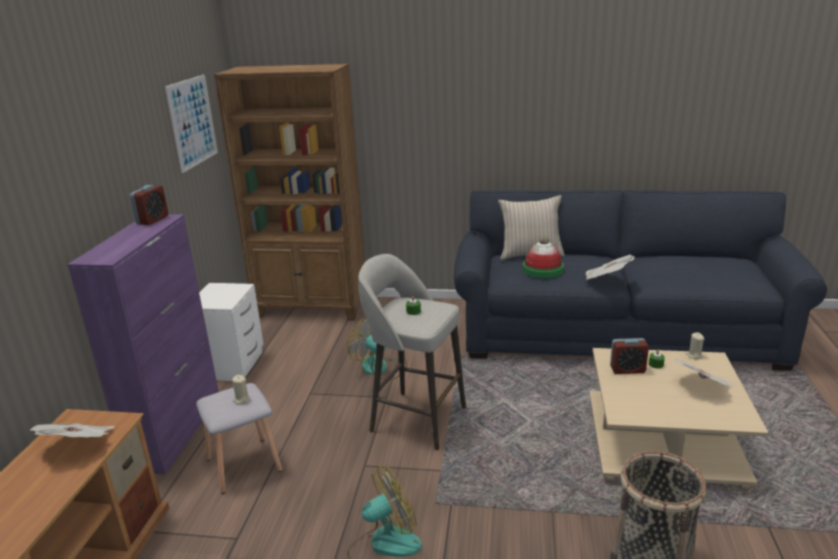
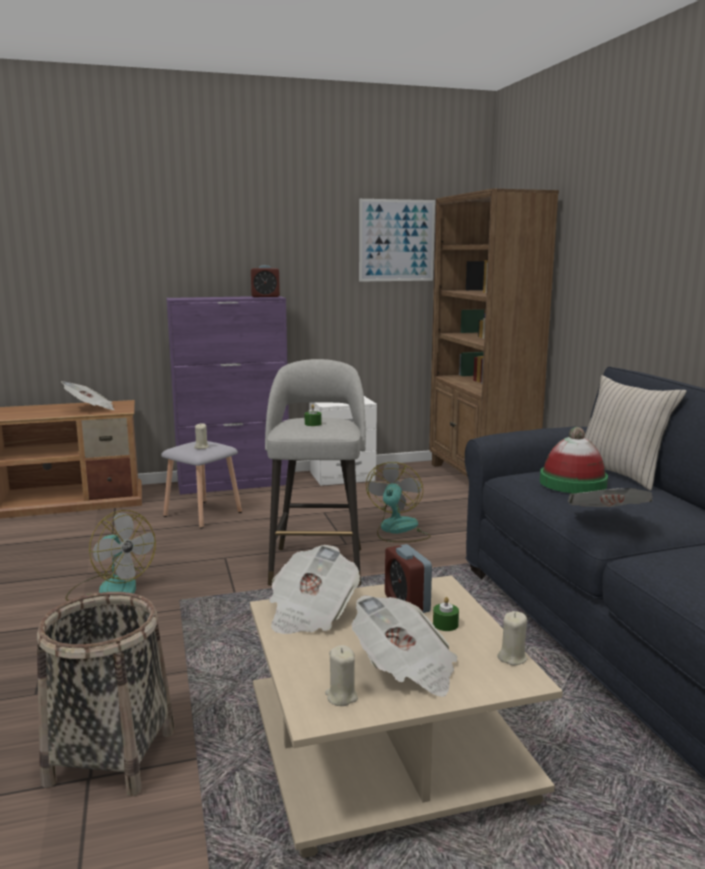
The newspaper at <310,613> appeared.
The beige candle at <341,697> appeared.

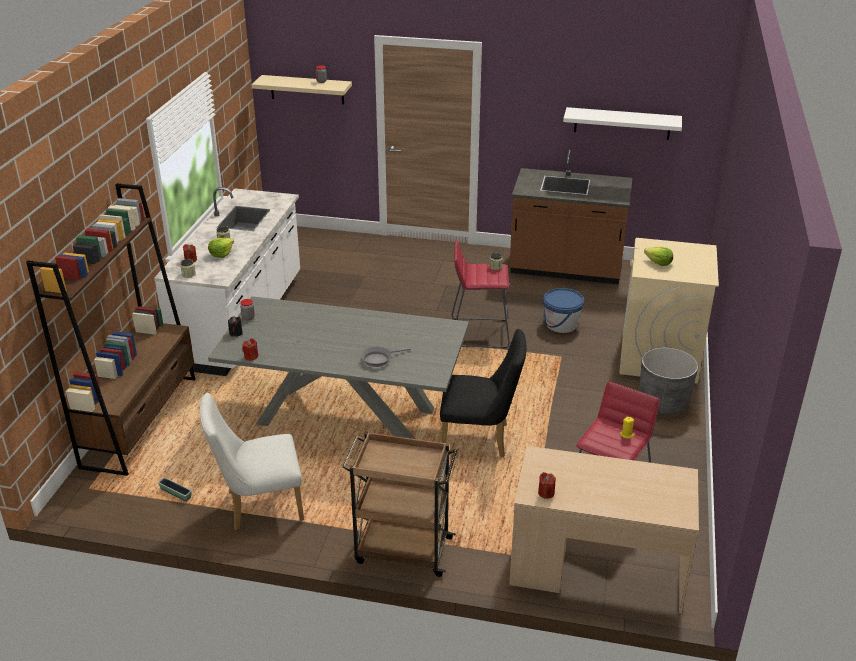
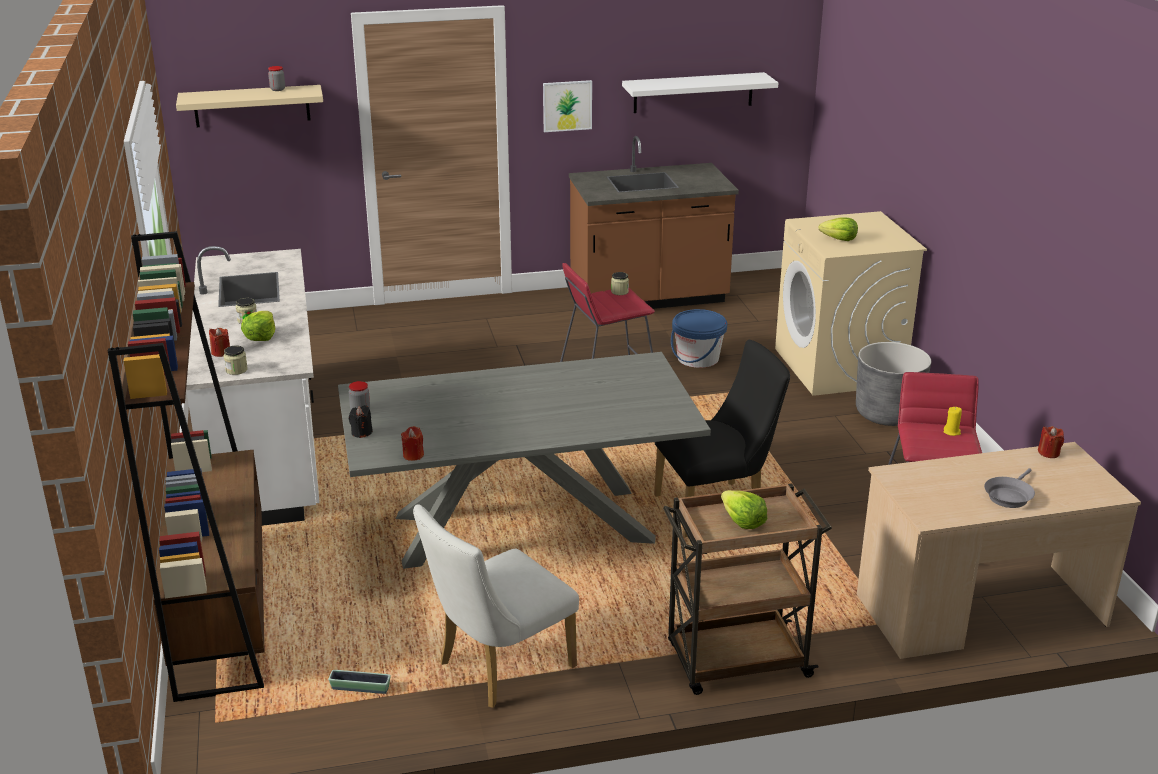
The picture at <567,106> appeared.
The lettuce at <742,521> appeared.
The grey frying pan moved from <378,359> to <1009,496>.
The red candle moved from <546,493> to <1048,453>.

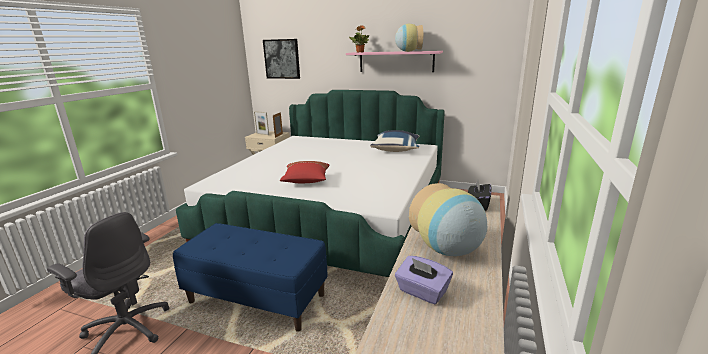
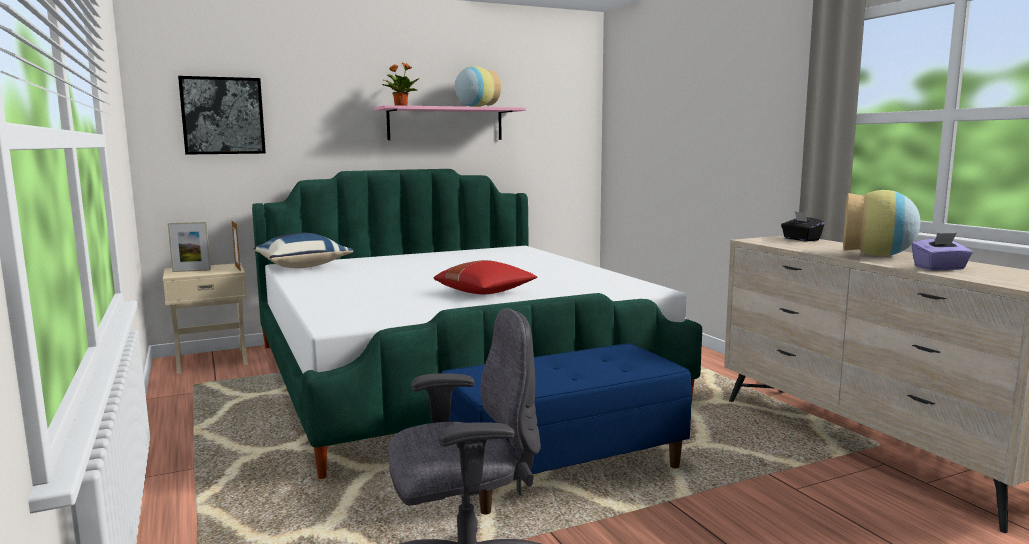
The blue pillow moved from <396,150> to <303,266>.

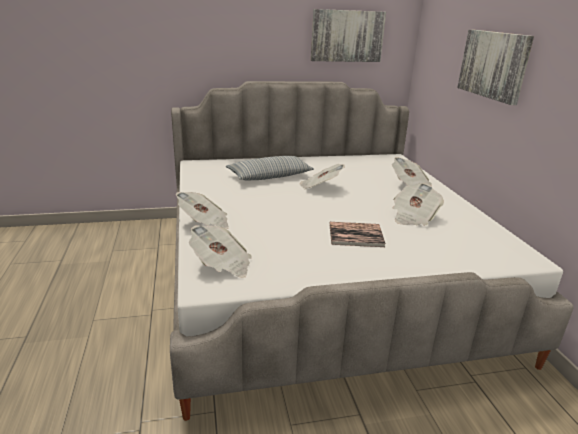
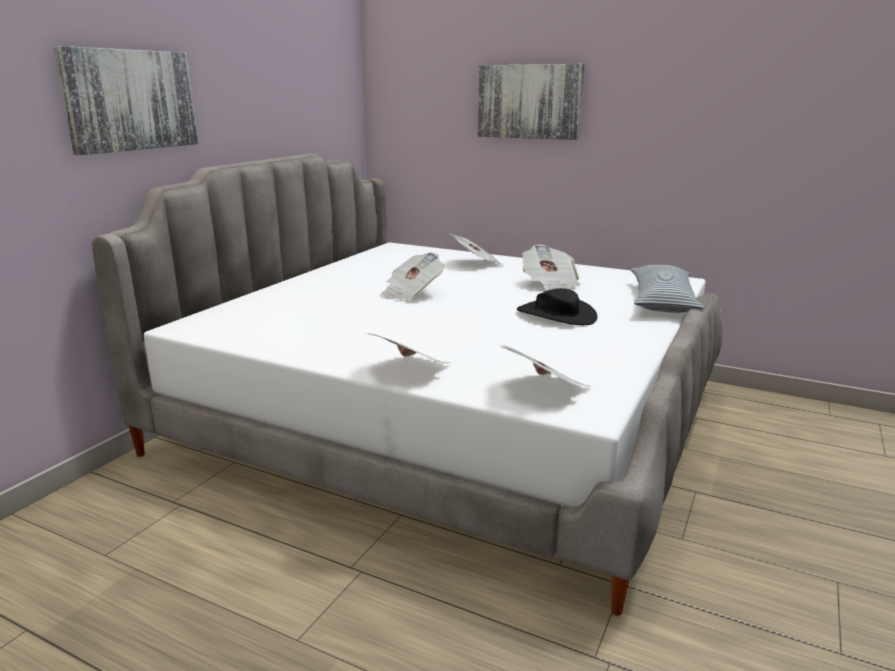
The picture moved from <347,36> to <130,100>.
The book at <356,235> was replaced by the black hat at <556,315>.
The pillow moved from <270,176> to <662,301>.

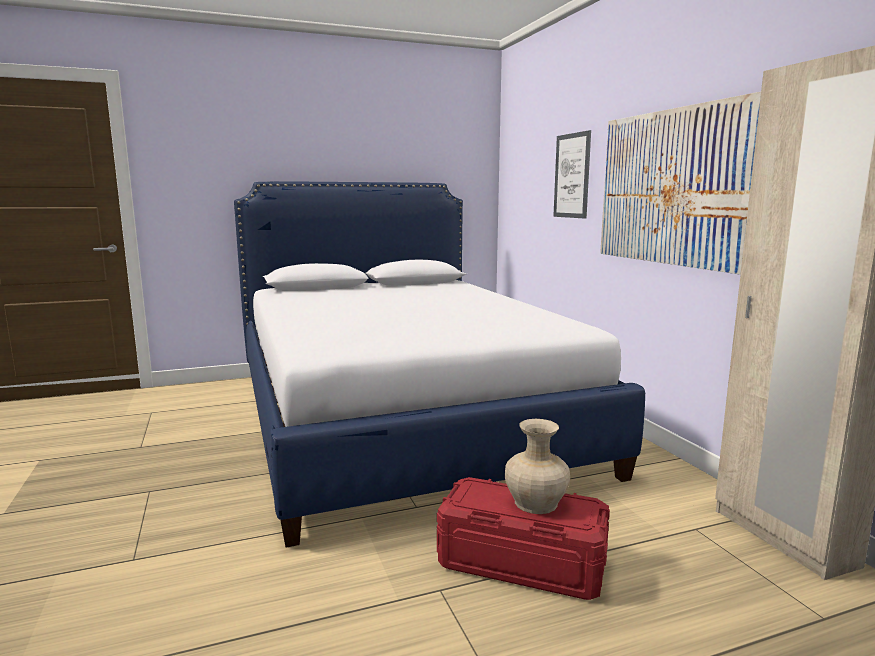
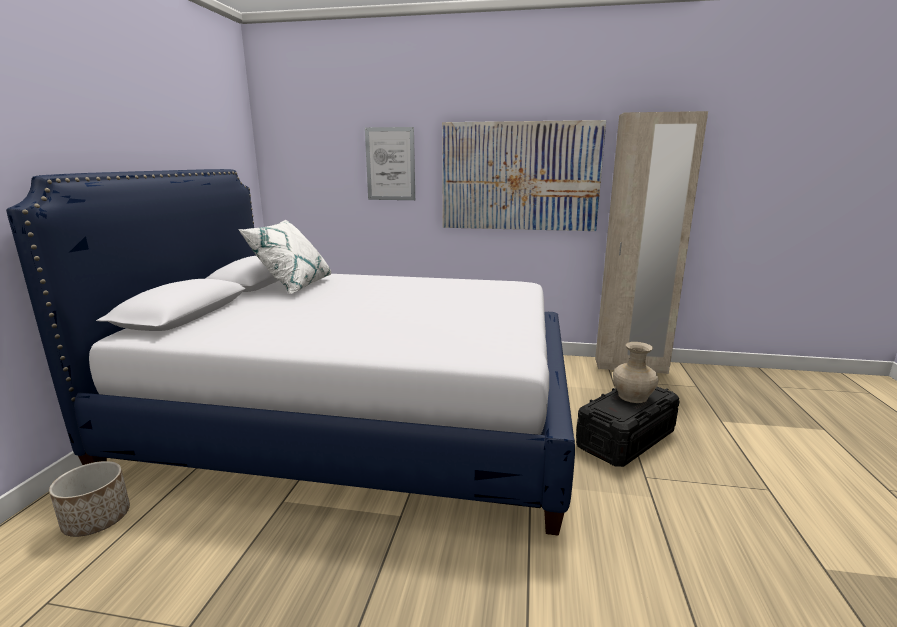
The planter at <97,519> appeared.
The white pillow at <293,286> appeared.
The red storage box at <522,563> became the black storage box at <626,439>.

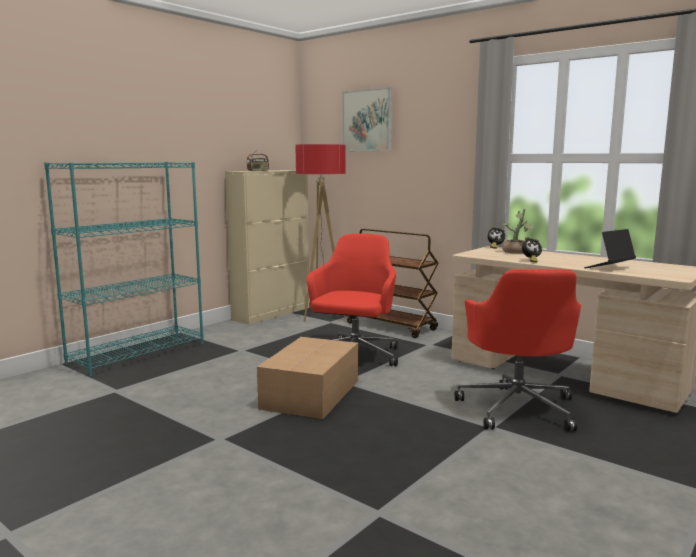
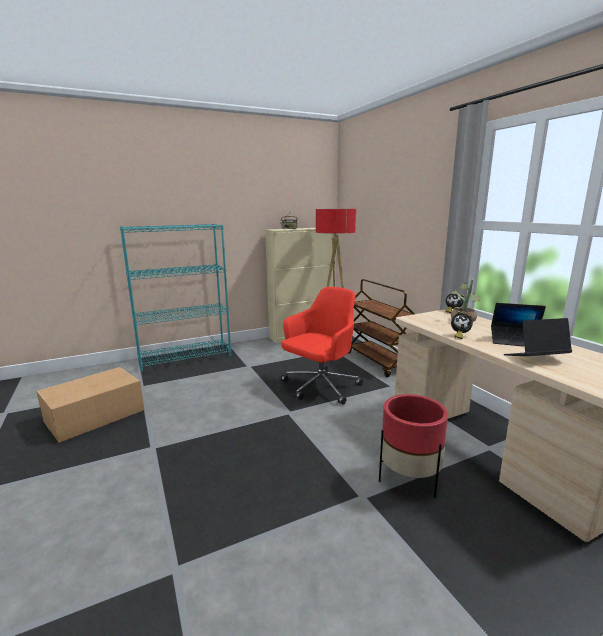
The cardboard box moved from <312,393> to <96,415>.
The red office chair at <517,407> was replaced by the red planter at <409,479>.
The laptop at <515,341> appeared.
The picture at <367,120> disappeared.

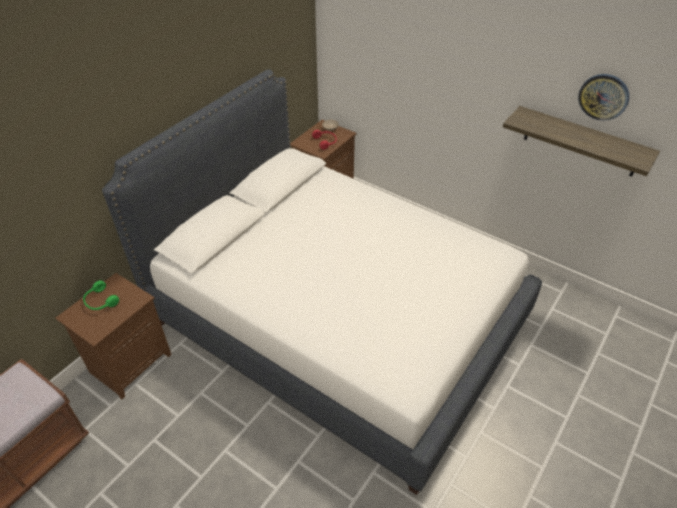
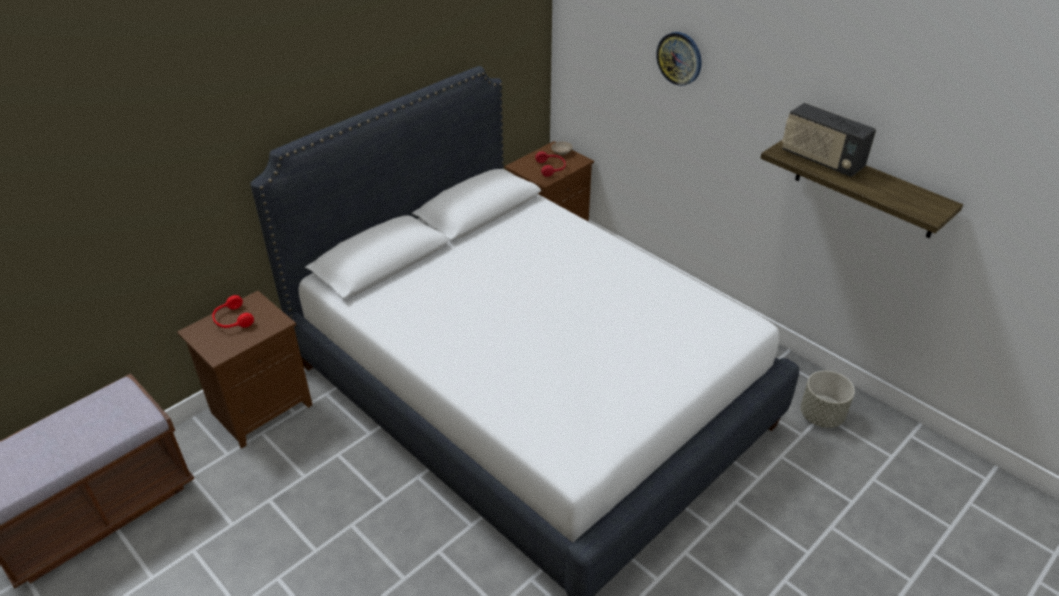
The green headphones at <100,301> became the red headphones at <232,320>.
The wall clock moved from <603,96> to <679,58>.
The radio at <821,160> appeared.
The grey planter at <821,415> appeared.

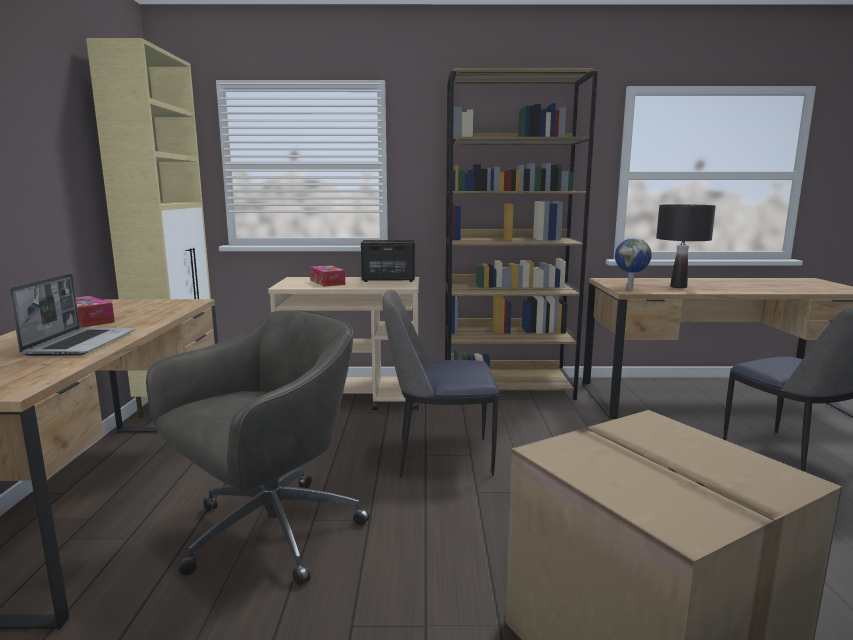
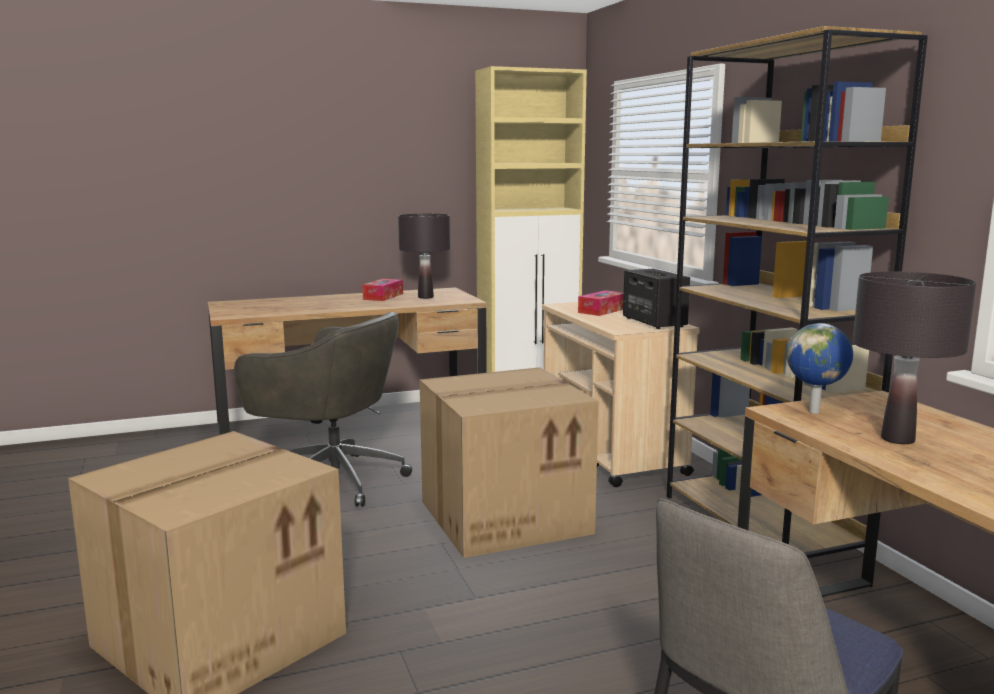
The black table lamp at <426,297> appeared.
The chair at <440,456> was replaced by the cardboard box at <506,516>.
The laptop at <81,343> disappeared.

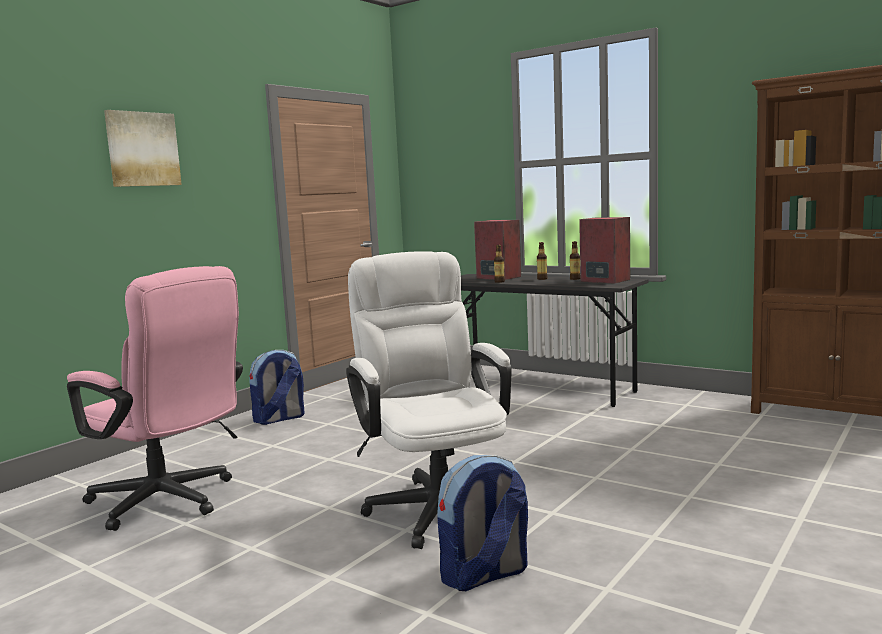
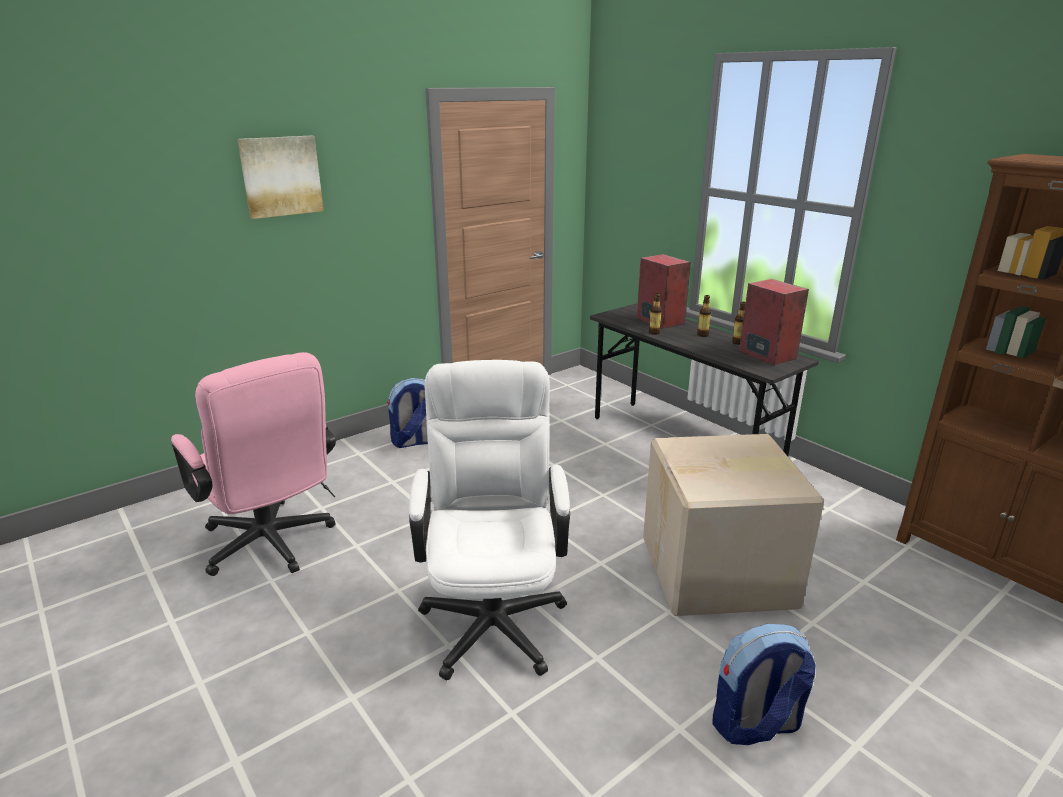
The cardboard box at <719,573> appeared.
The backpack moved from <484,575> to <755,725>.

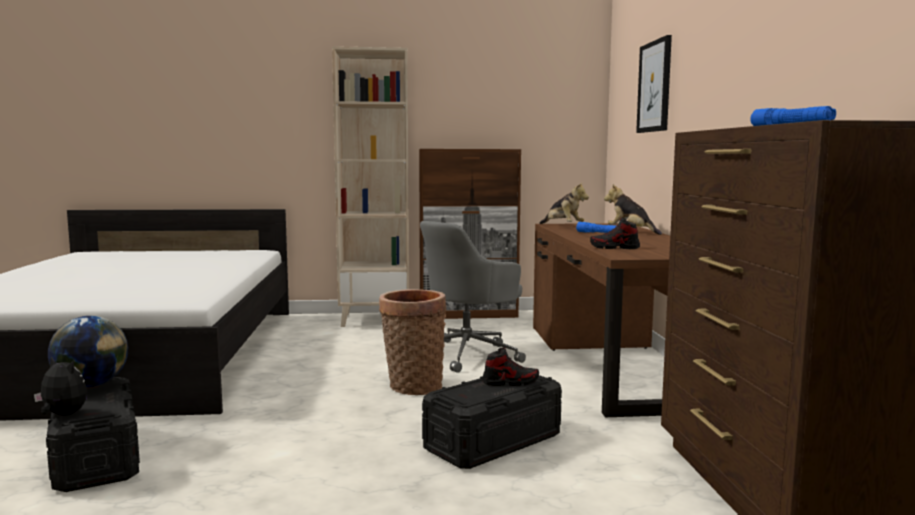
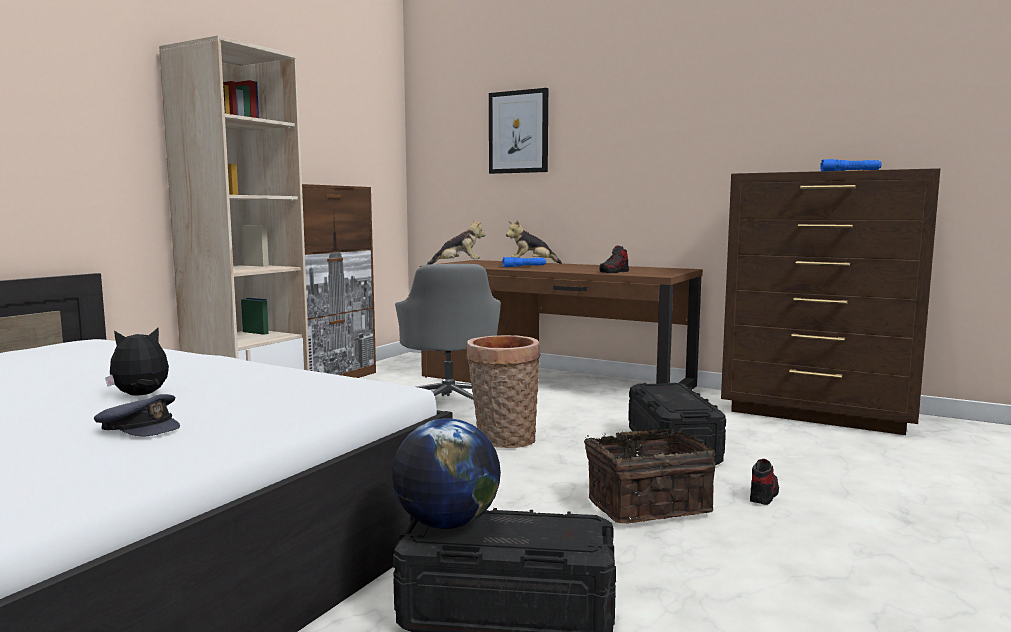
The grey cap at <140,427> appeared.
The plush toy moved from <62,415> to <141,396>.
The basket at <646,505> appeared.
The shoe moved from <510,382> to <763,494>.

